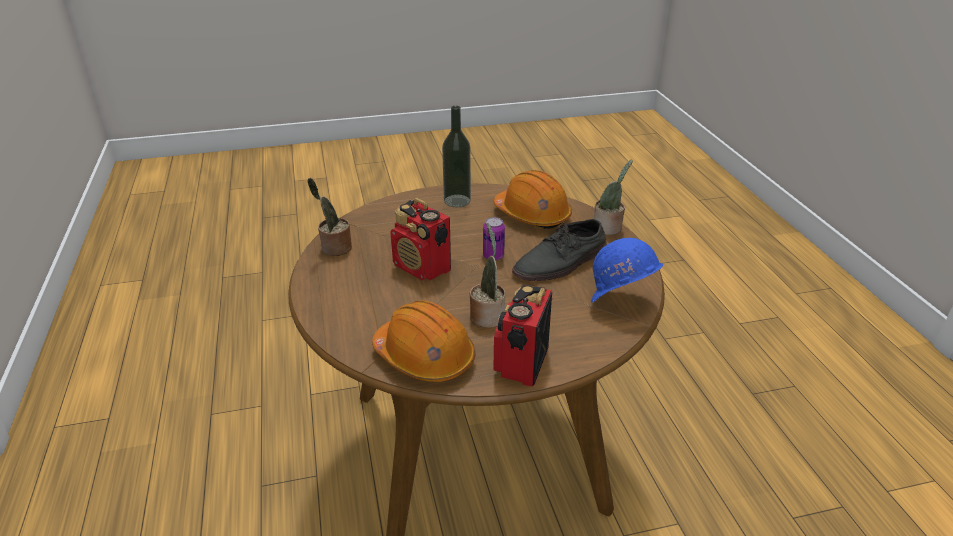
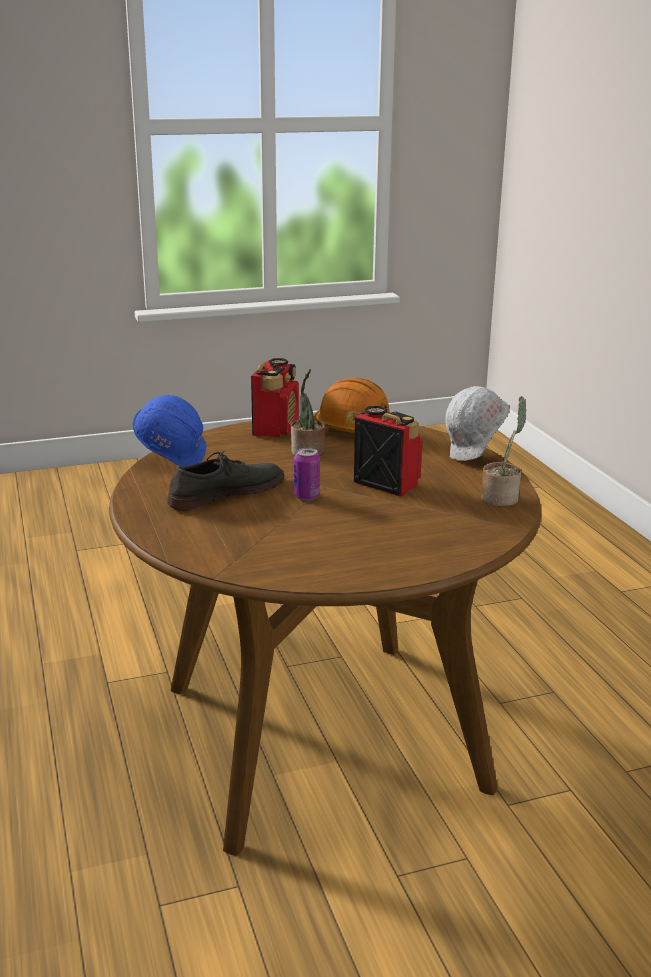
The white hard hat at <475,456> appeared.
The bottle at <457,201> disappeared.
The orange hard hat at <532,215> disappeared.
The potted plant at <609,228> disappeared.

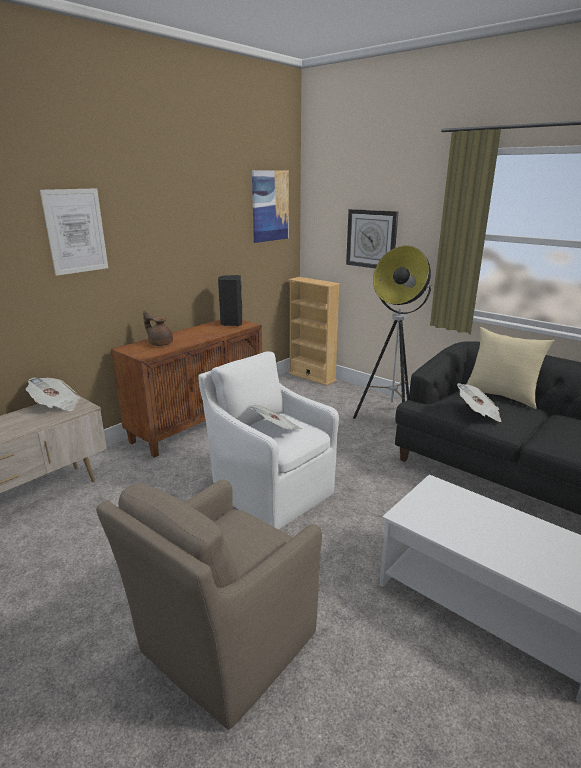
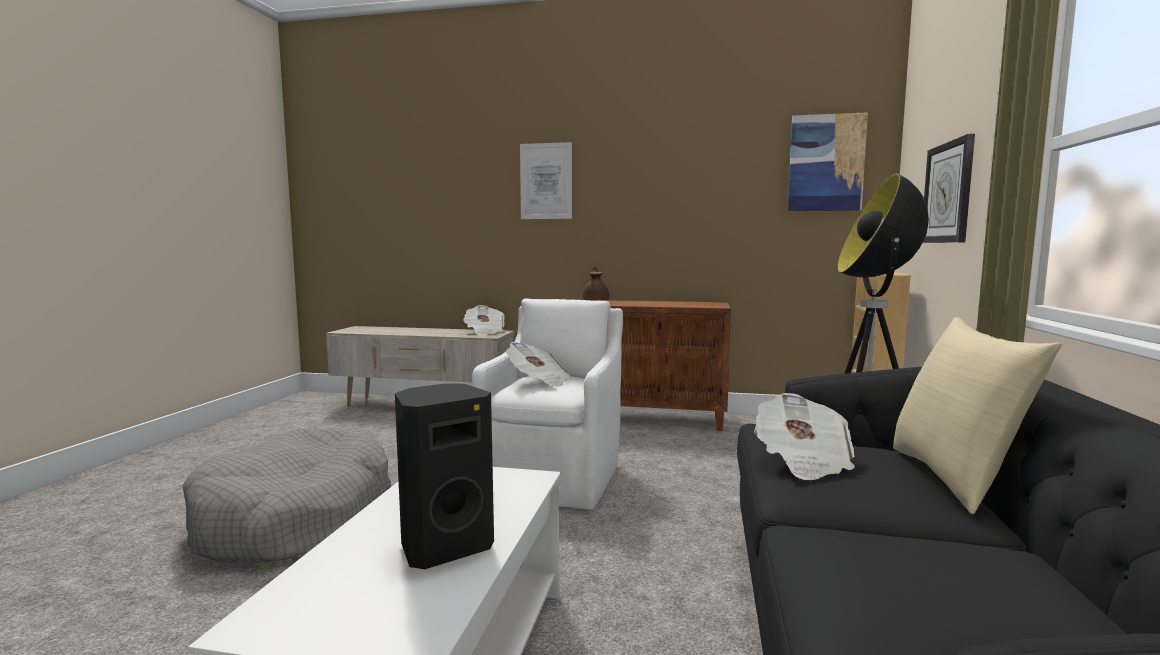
The brown armchair at <224,646> was replaced by the grey dog bed at <294,518>.
The black speaker moved from <231,323> to <444,547>.

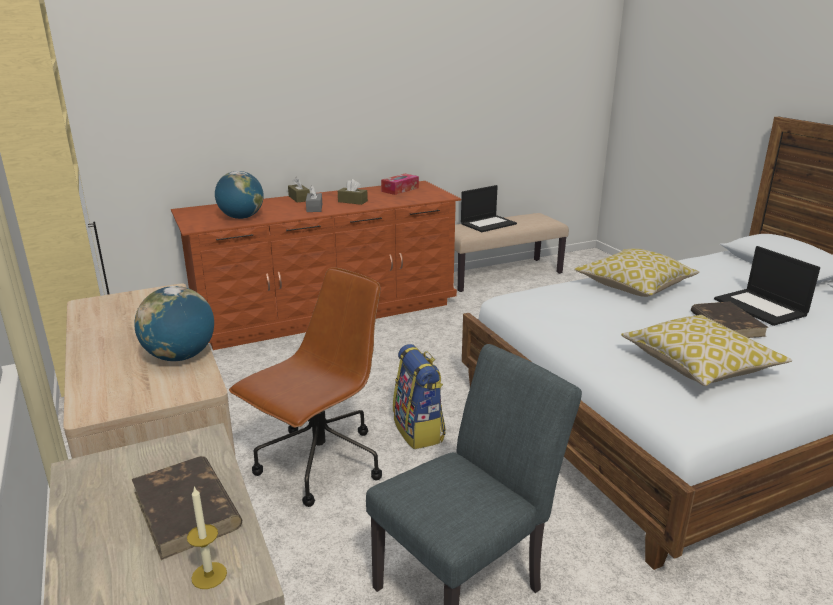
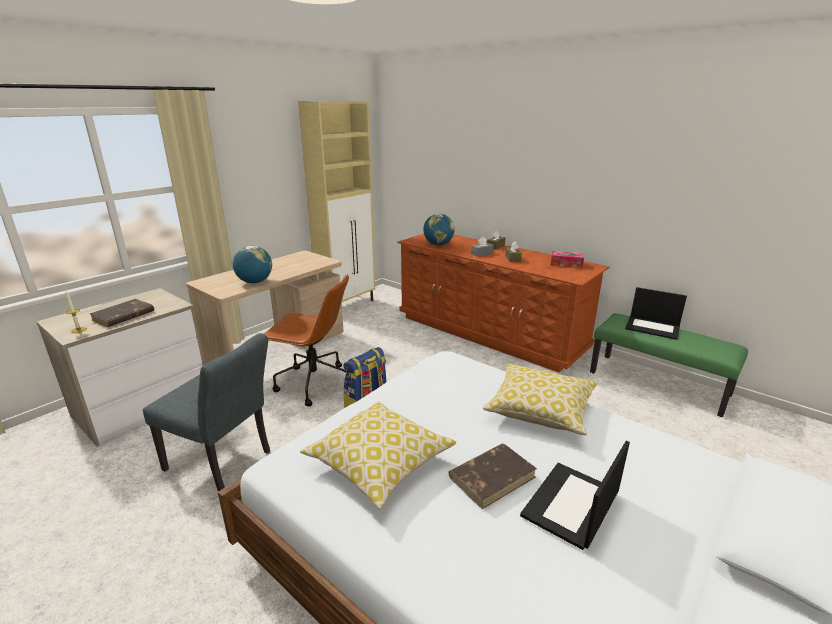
The beige bench at <500,274> became the green bench at <658,383>.

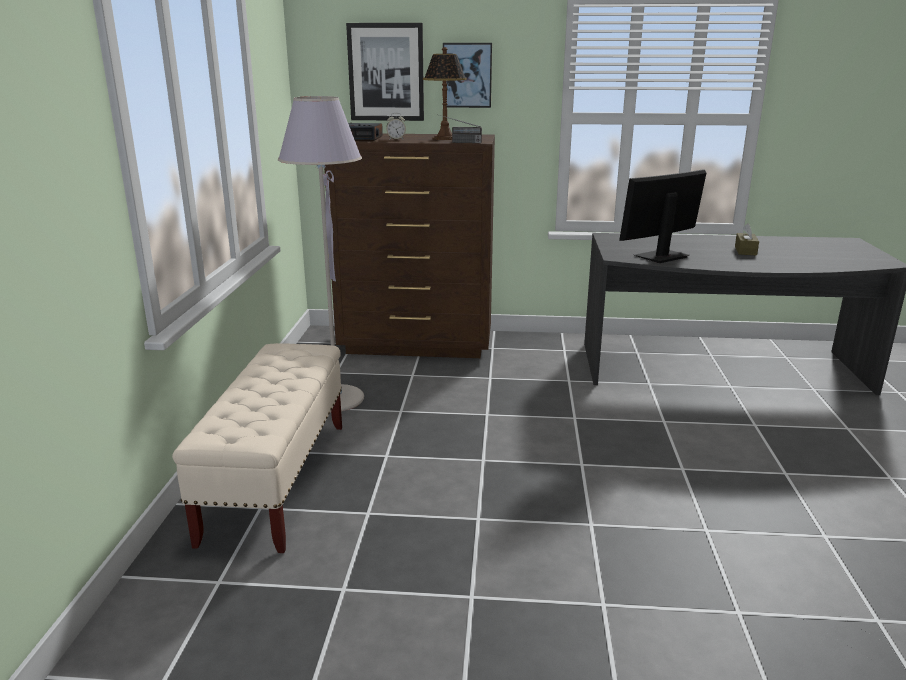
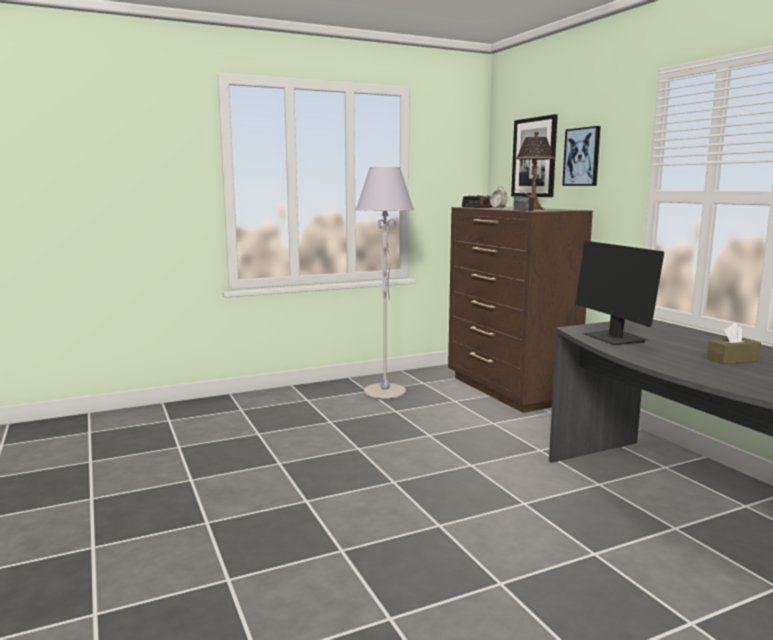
The monitor at <661,256> turned 135 degrees counterclockwise.
The beige bench at <277,480> disappeared.

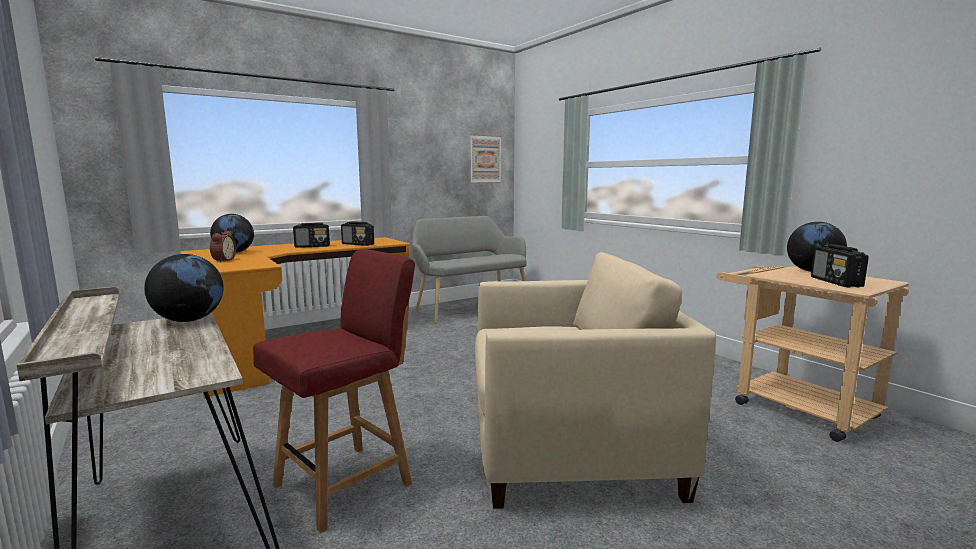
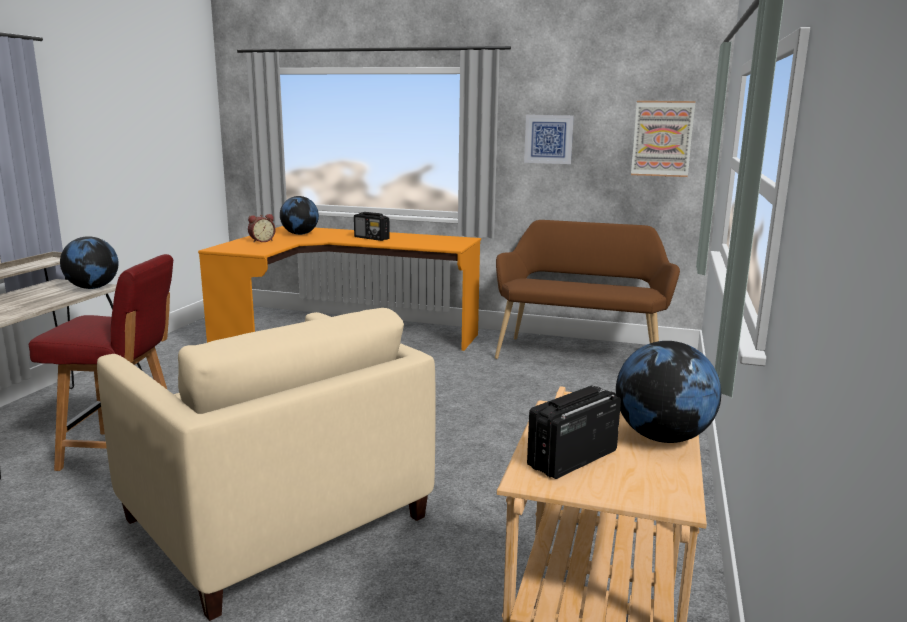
The grey bench at <470,308> became the brown bench at <580,354>.
The picture at <548,139> appeared.
The radio at <358,244> disappeared.

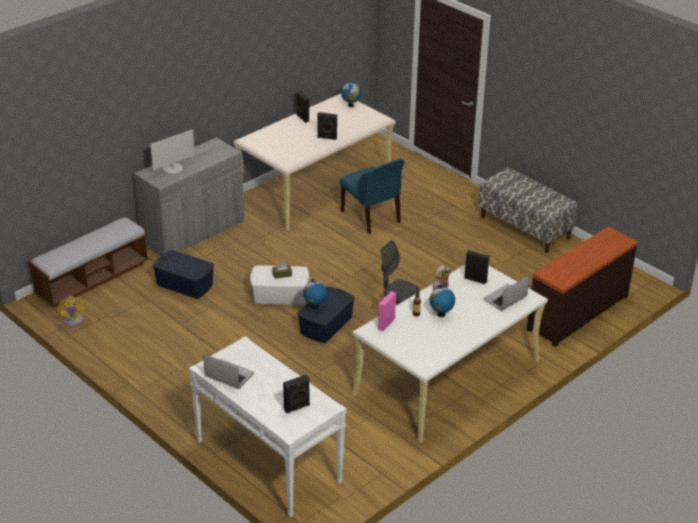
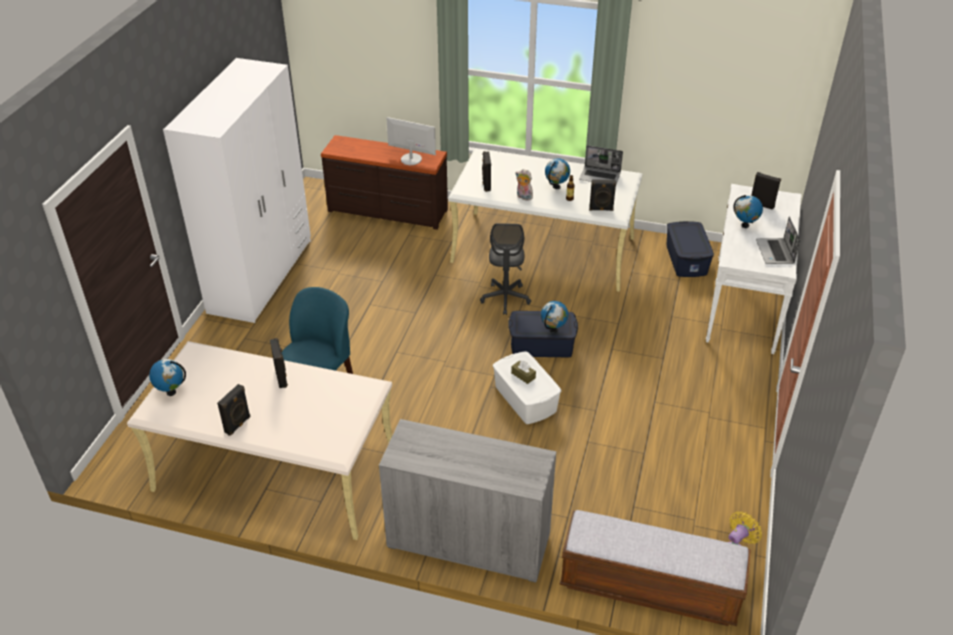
The bench at <525,227> was replaced by the white wardrobe at <261,275>.
The monitor moved from <173,169> to <411,159>.
The laptop moved from <505,299> to <600,177>.
The pink speaker at <385,324> became the black speaker at <601,209>.
The blue storage box moved from <184,284> to <686,259>.
The globe at <745,225> appeared.

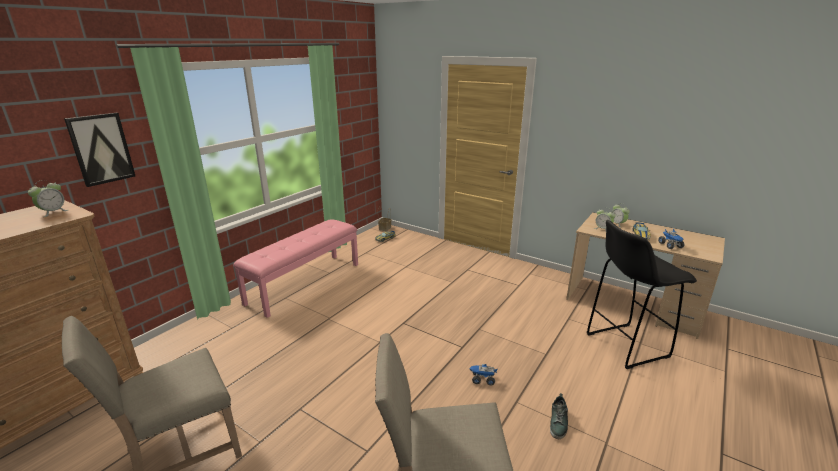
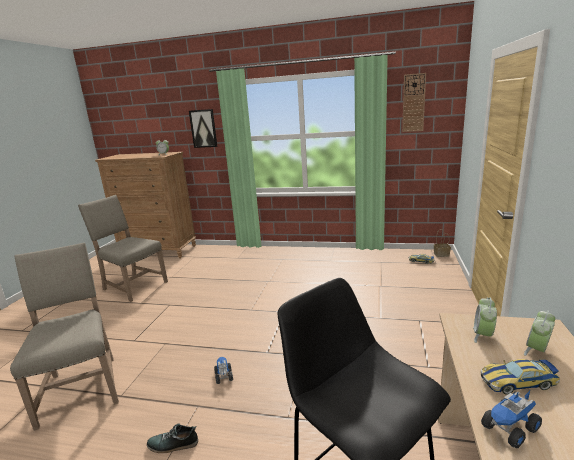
The wall clock at <413,103> appeared.
The pink bench at <304,283> disappeared.

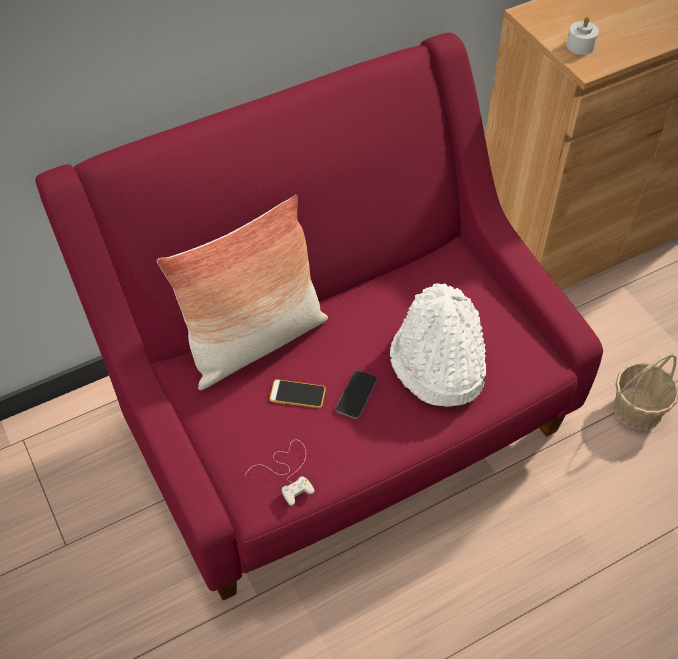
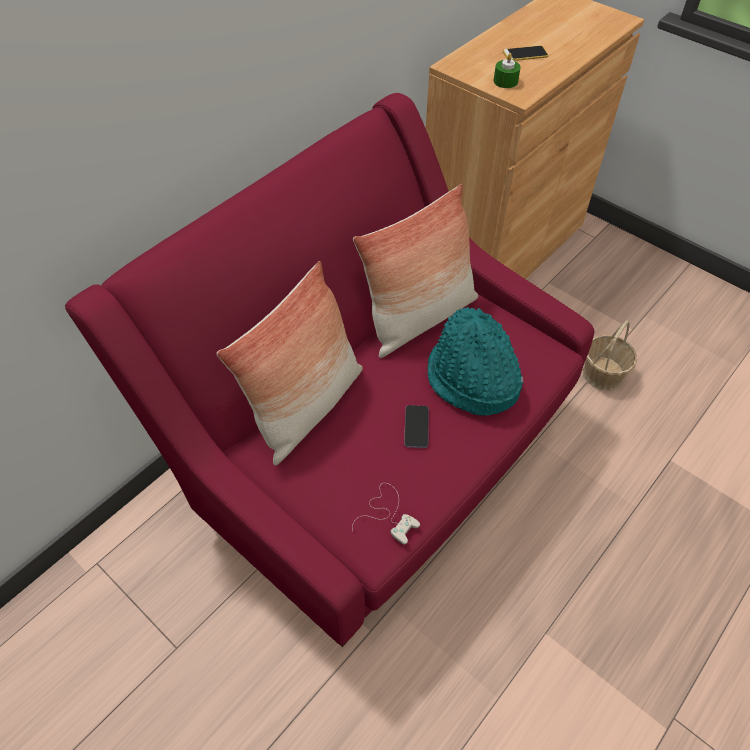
The pillow at <419,318> appeared.
The white hat at <437,364> became the turquoise hat at <471,380>.
The white candle at <580,45> became the green candle at <505,81>.
The phone moved from <297,394> to <525,54>.

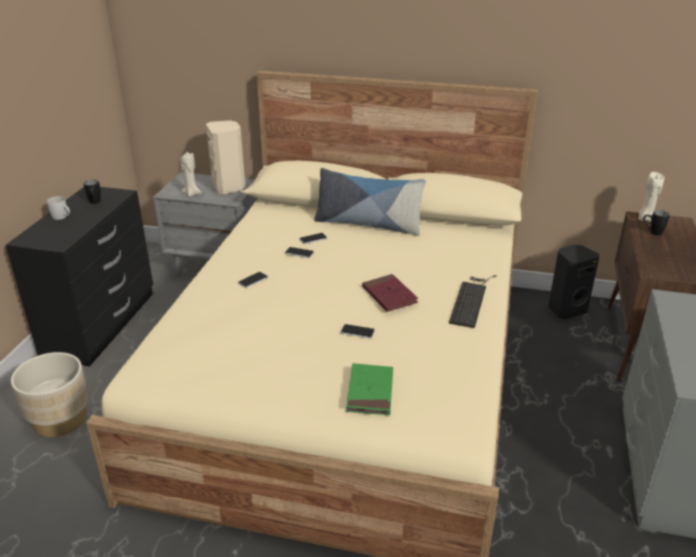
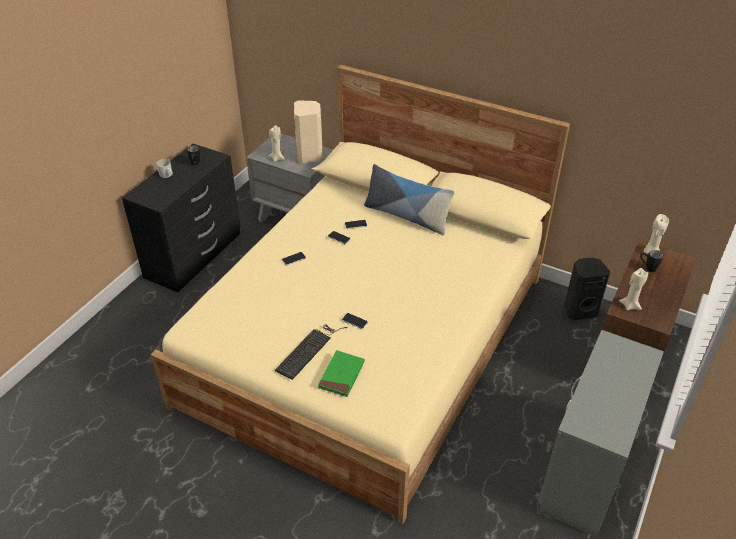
The keyboard moved from <471,299> to <309,349>.
The beige candle at <630,305> appeared.
The beige planter at <60,419> disappeared.
The red book at <389,295> disappeared.

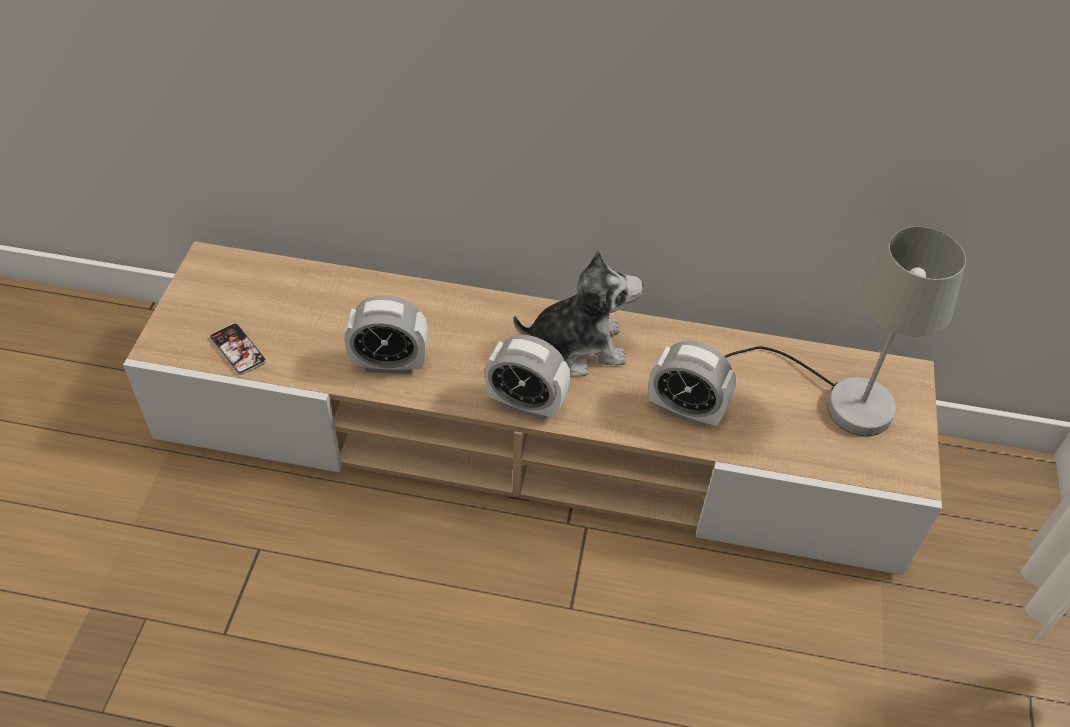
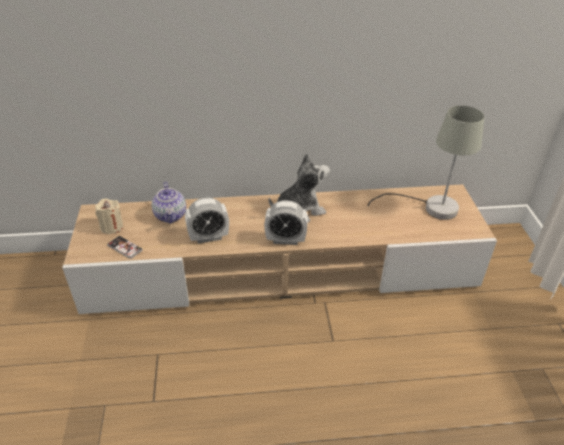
The beige candle at <112,227> appeared.
The teapot at <171,216> appeared.
The alarm clock at <686,410> disappeared.

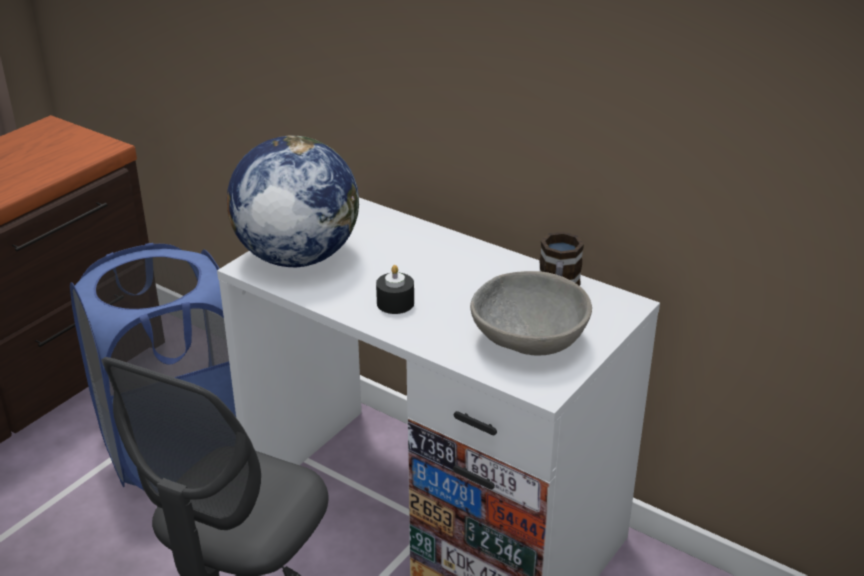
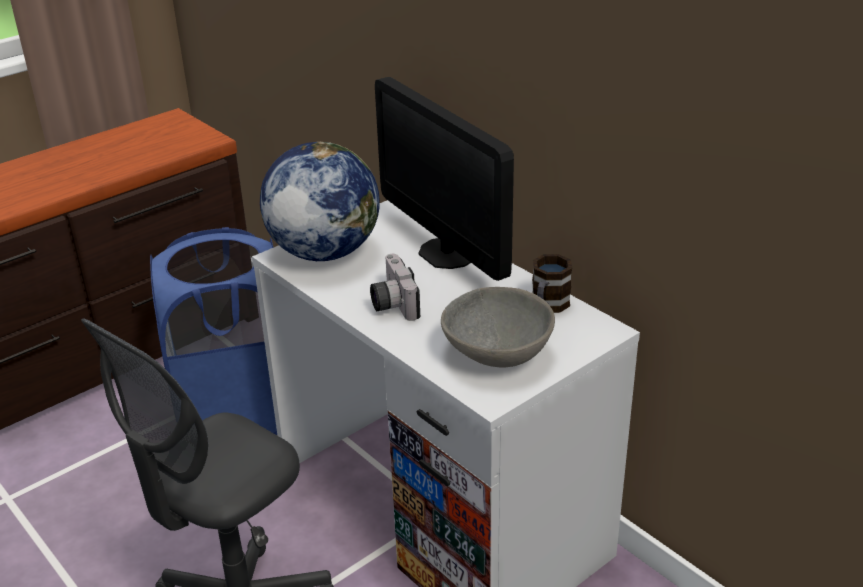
The black candle at <395,303> was replaced by the photo camera at <391,303>.
The monitor at <447,253> appeared.

